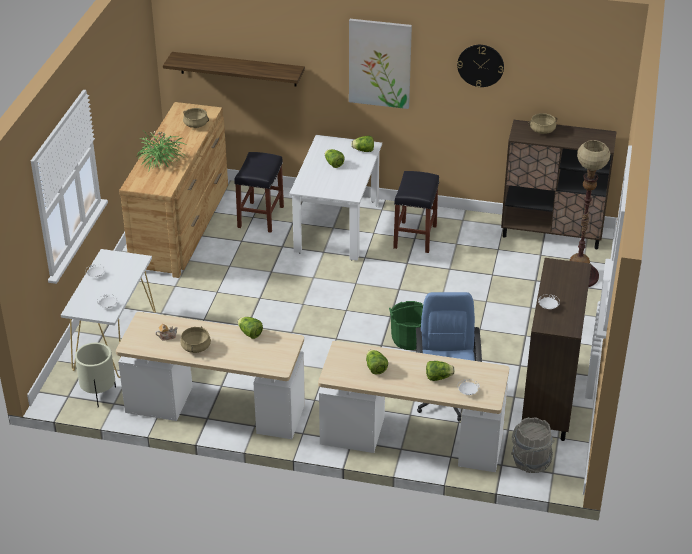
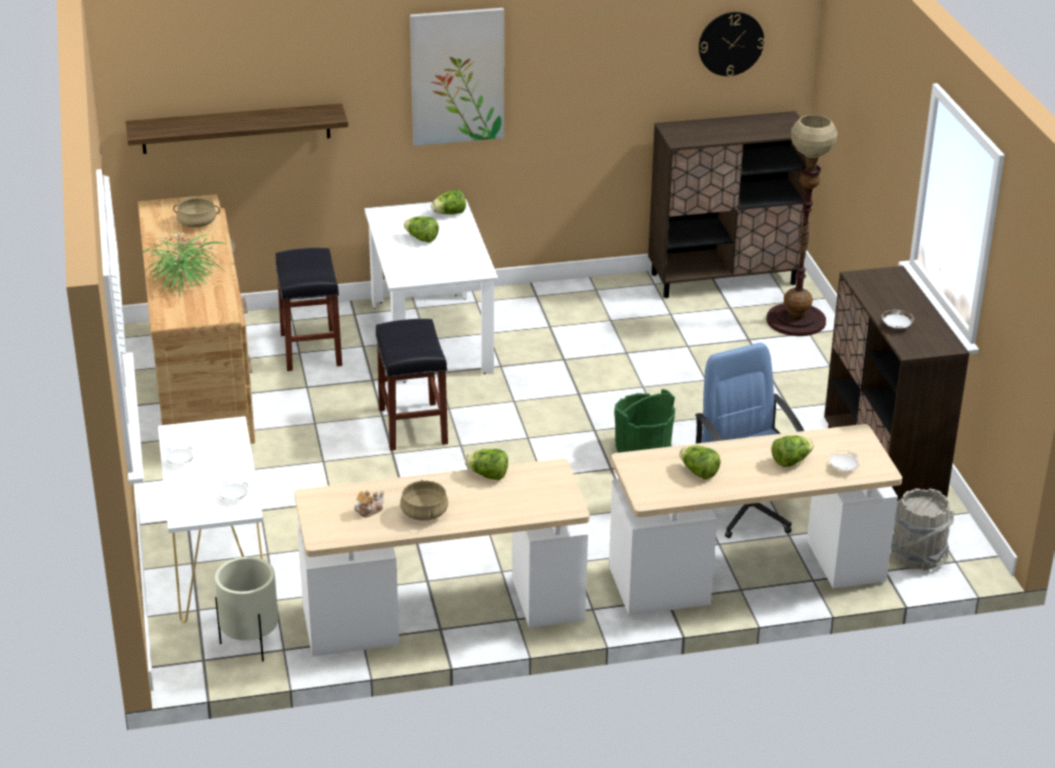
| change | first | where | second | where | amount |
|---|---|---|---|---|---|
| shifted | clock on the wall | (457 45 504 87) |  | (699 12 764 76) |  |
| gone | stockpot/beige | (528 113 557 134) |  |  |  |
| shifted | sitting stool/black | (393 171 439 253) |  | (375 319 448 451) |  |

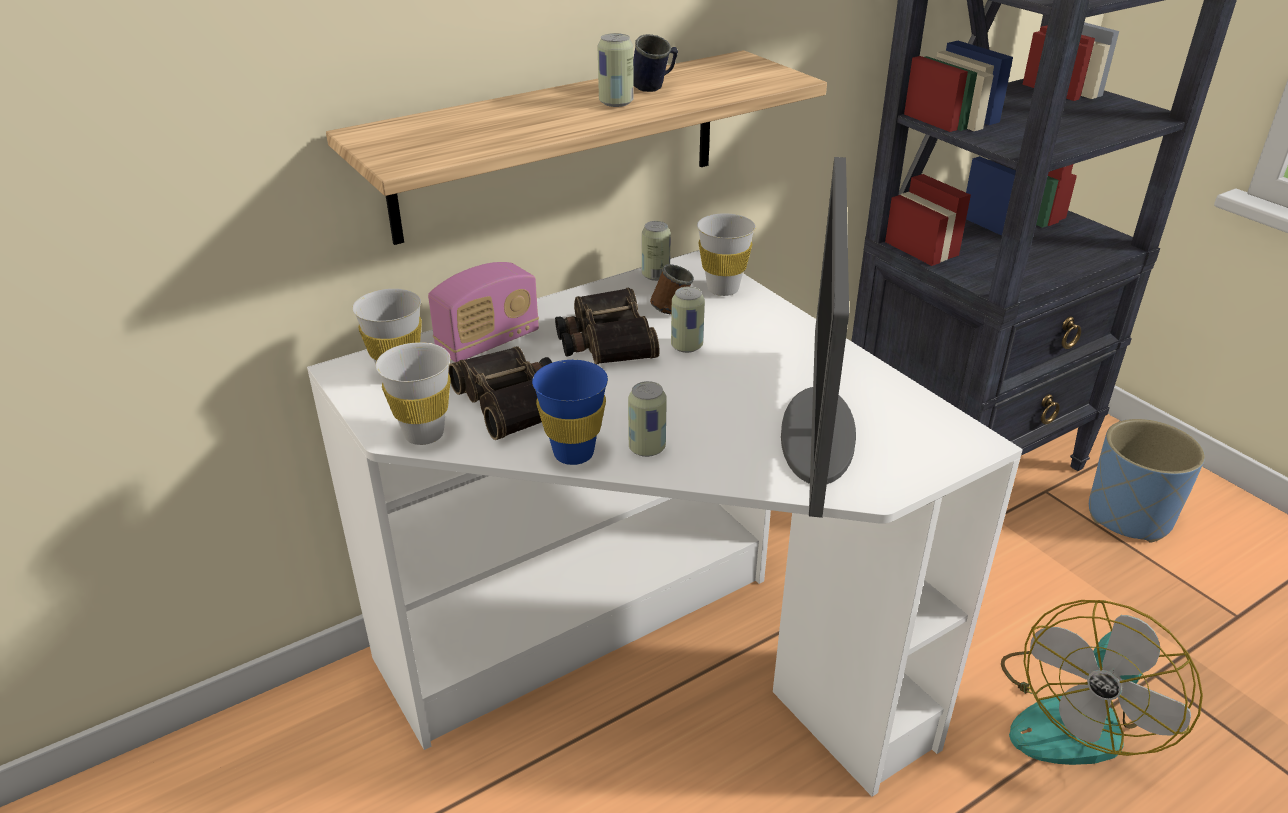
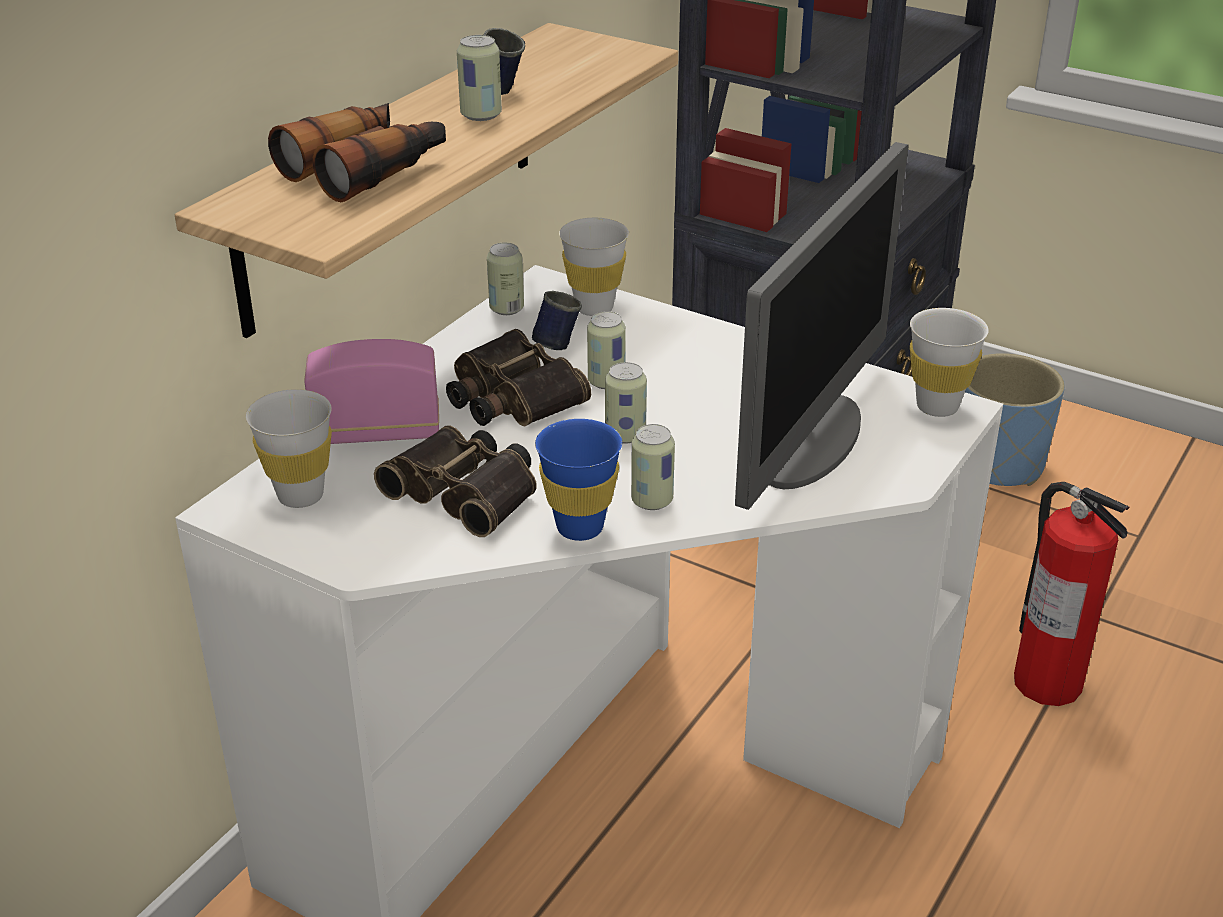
| change | first | where | second | where | amount |
|---|---|---|---|---|---|
| rotated | computer display | (781 157 856 518) |  | (735 142 908 510) | 135 degrees counterclockwise |
| rotated | radio | (428 262 539 362) |  | (304 339 439 444) | 120 degrees counterclockwise |
| repainted | tea mug/brownish | (650 264 694 314) | tea mug/blue | (532 291 582 350) |  |
| shifted | drinking cup/white-coloured | (376 342 451 445) |  | (910 308 989 417) |  |
| swapped | fan | (1001 600 1203 765) | fire-fighting cylinder | (1014 482 1129 706) |  |
| new |  |  | binoculars | (268 103 446 202) |  |
| new |  |  | sealed can | (605 362 647 444) |  |

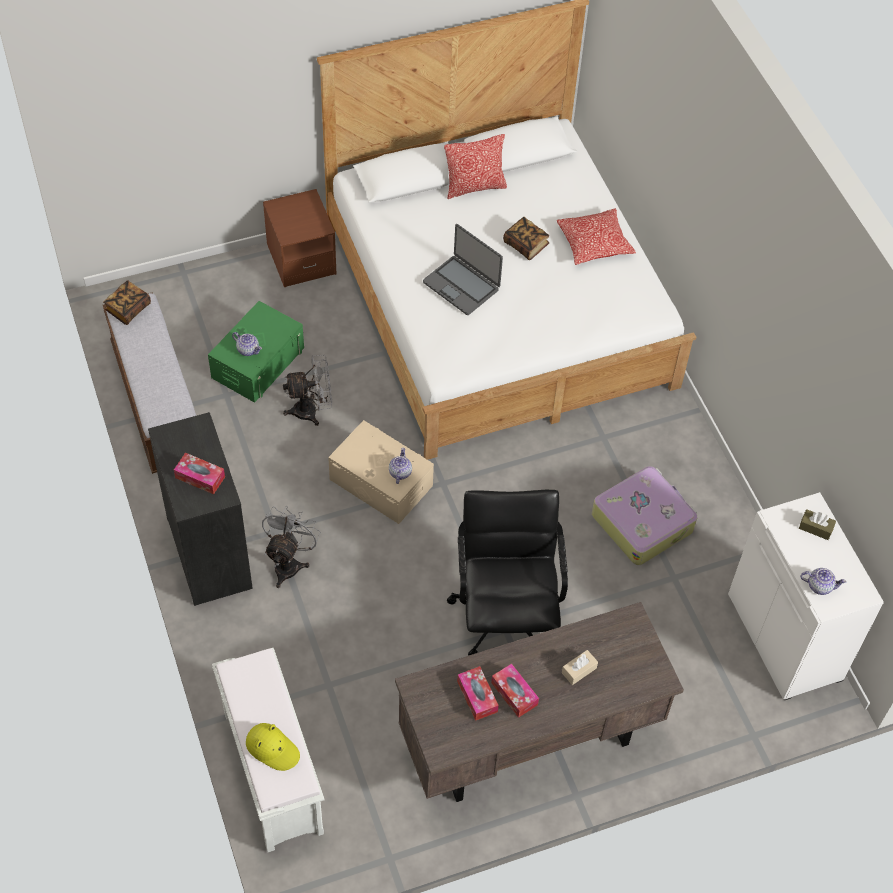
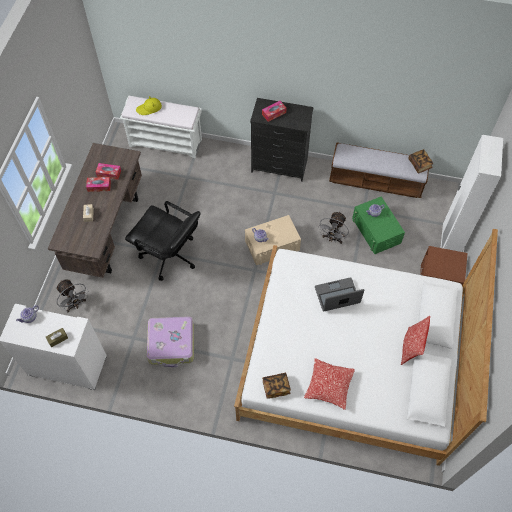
| change | first | where | second | where | amount |
|---|---|---|---|---|---|
| shifted | book | (503 217 549 260) |  | (262 373 291 399) |  |
| shifted | fan/grey | (262 506 321 588) |  | (56 279 88 312) |  |
| new |  |  | clothes cupboard/white-coloured | (440 135 503 252) |  |

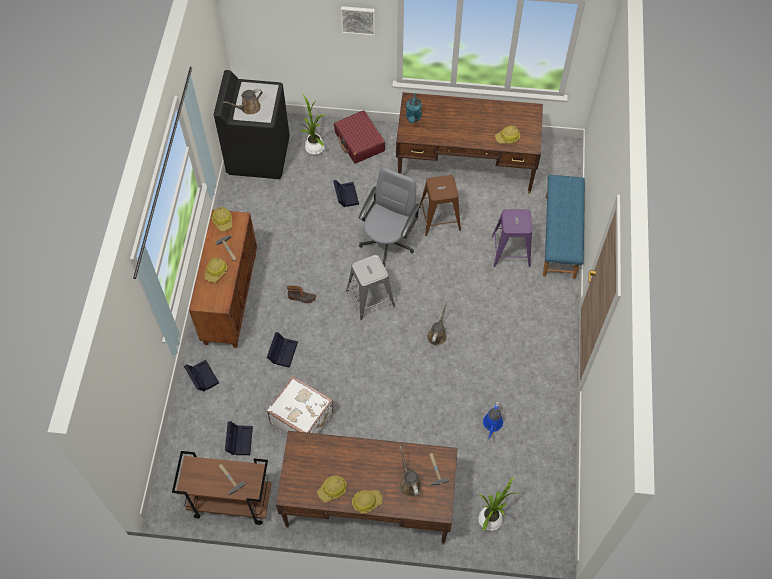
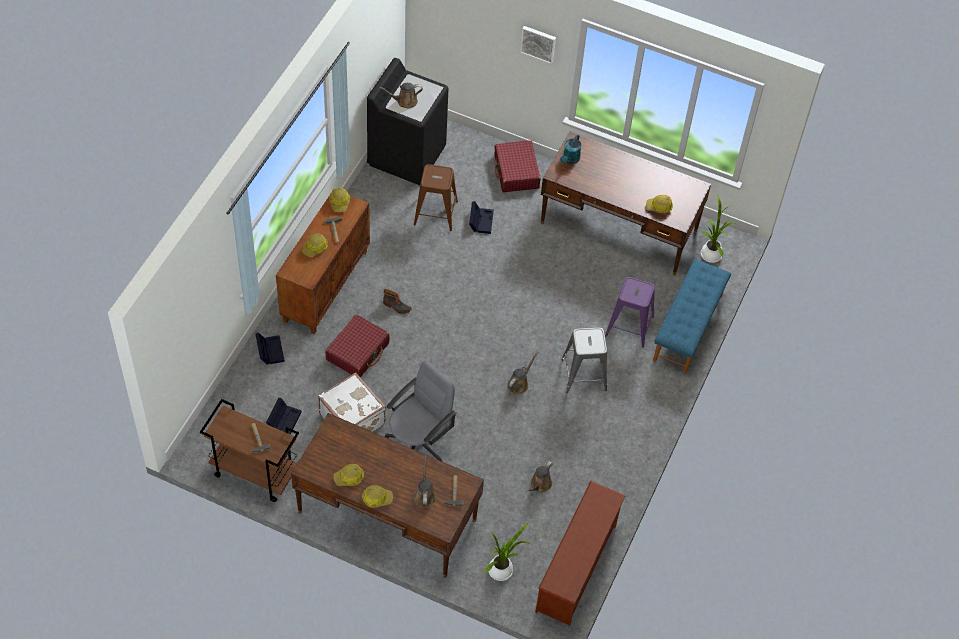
| change | first | where | second | where | amount |
|---|---|---|---|---|---|
| shifted | houseplant | (301 93 325 154) |  | (701 196 736 263) |  |
| shifted | computer chair/grey | (358 168 420 266) |  | (385 361 457 461) |  |
| shifted | sitting stool/brownish | (419 175 461 236) |  | (414 164 458 231) |  |
| shifted | sitting stool/grey | (346 255 395 320) |  | (561 328 607 393) |  |
| swapped | storage container/black | (267 332 298 368) | suitcase/red | (325 314 389 377) |  |
| repainted | watering can/blue | (483 401 503 440) | watering can/brownish | (526 461 553 493) |  |
| new |  |  | shoe stand/brownish | (535 481 626 625) |  |

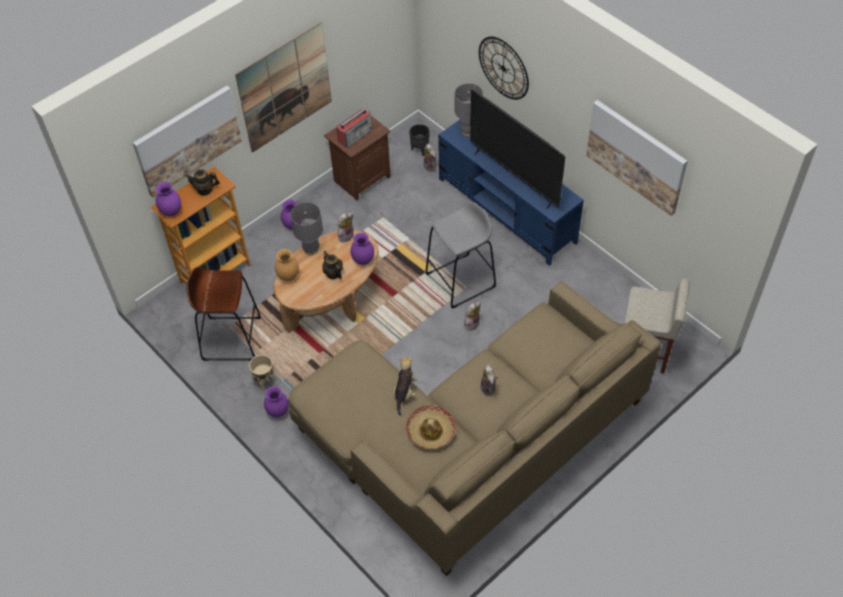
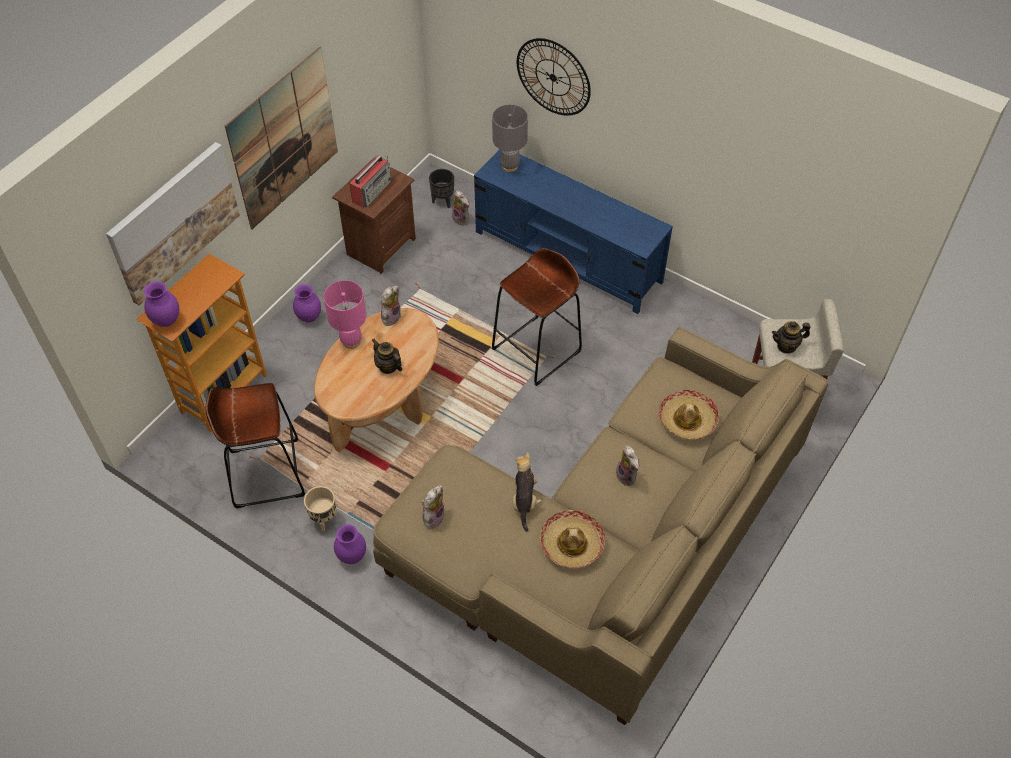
| change | first | where | second | where | amount |
|---|---|---|---|---|---|
| gone | television | (470 89 565 209) |  |  |  |
| gone | picture | (586 100 688 216) |  |  |  |
| shifted | teapot | (185 169 220 195) |  | (772 321 810 354) |  |
| repainted | table lamp/grey | (290 202 323 255) | table lamp/pink | (324 280 366 349) |  |
| repainted | sitting stool/grey | (425 202 496 309) | sitting stool/brownish | (492 248 582 386) |  |
| gone | decorative vase/purplish | (350 233 374 265) |  |  |  |
| gone | decorative vase/brownish | (275 249 299 281) |  |  |  |
| shifted | soft toy | (464 302 481 331) |  | (422 485 445 529) |  |
| new |  |  | hat | (658 390 719 439) |  |

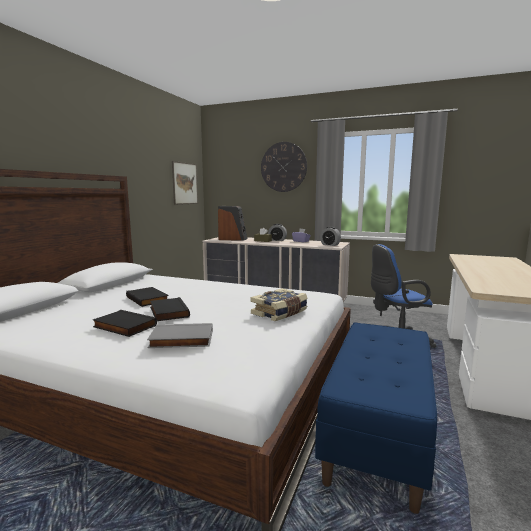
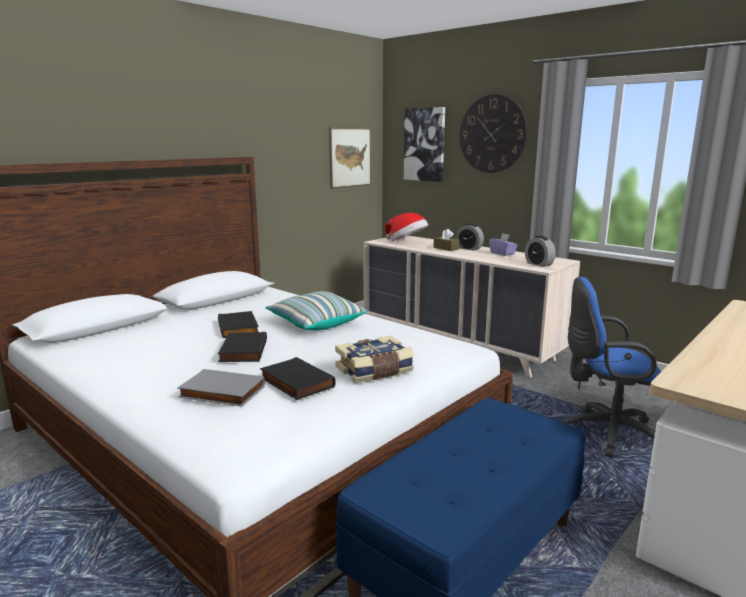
| change | first | where | second | where | amount |
|---|---|---|---|---|---|
| swapped | audio speaker | (218 206 247 241) | hat | (385 213 428 241) |  |
| shifted | book/black | (92 310 157 337) |  | (260 357 335 400) |  |
| new |  |  | picture | (404 107 445 182) |  |
| new |  |  | cushion | (265 291 367 330) |  |

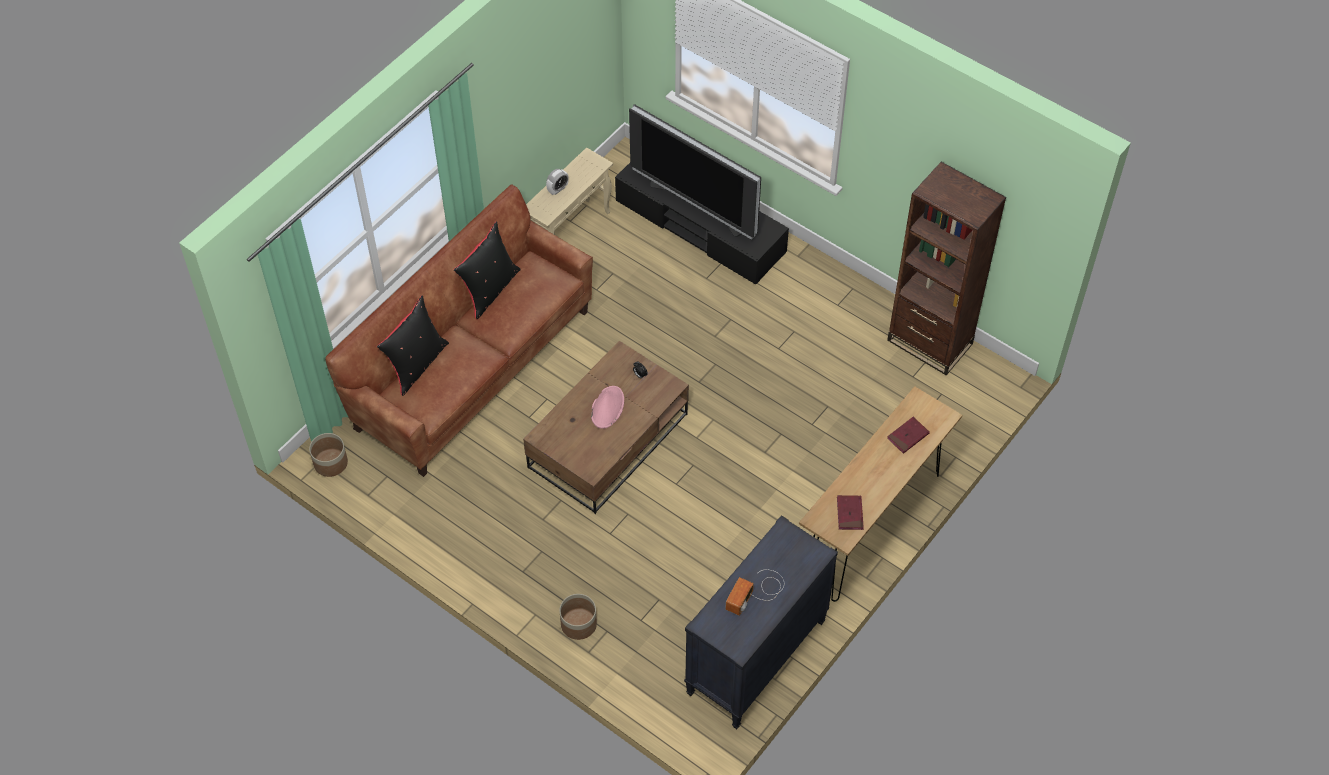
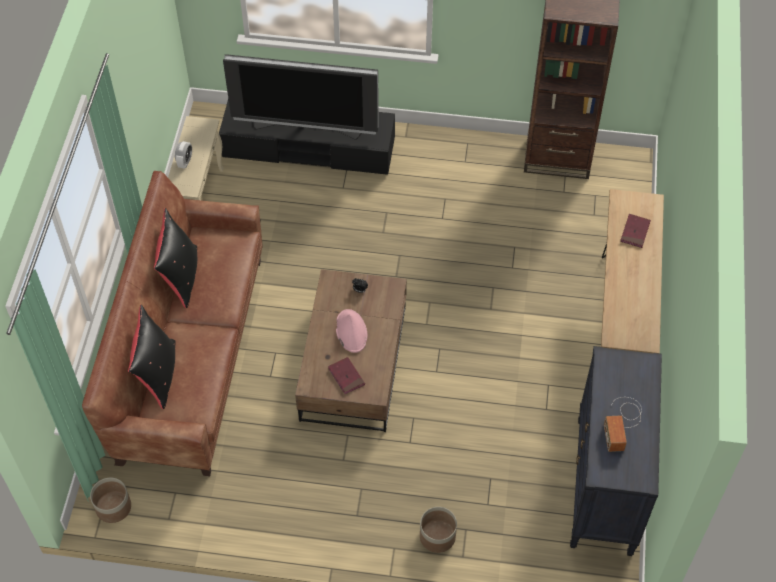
| change | first | where | second | where | amount |
|---|---|---|---|---|---|
| shifted | book/red | (837 495 864 530) |  | (328 357 365 394) |  |

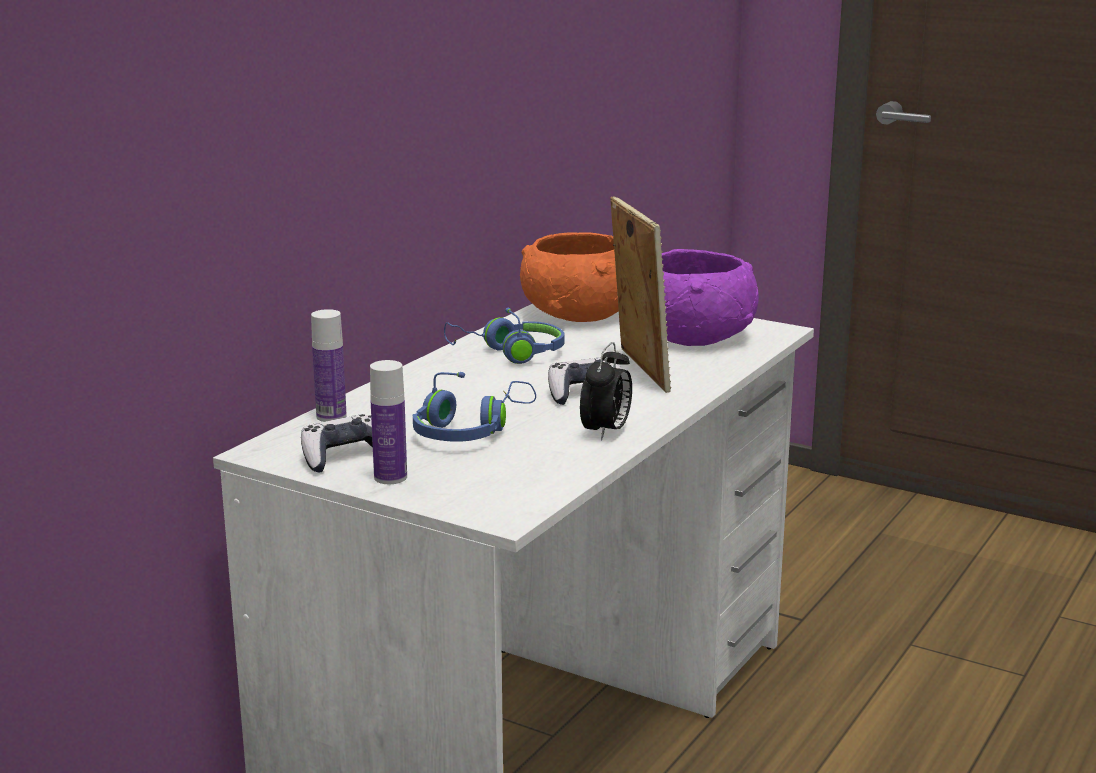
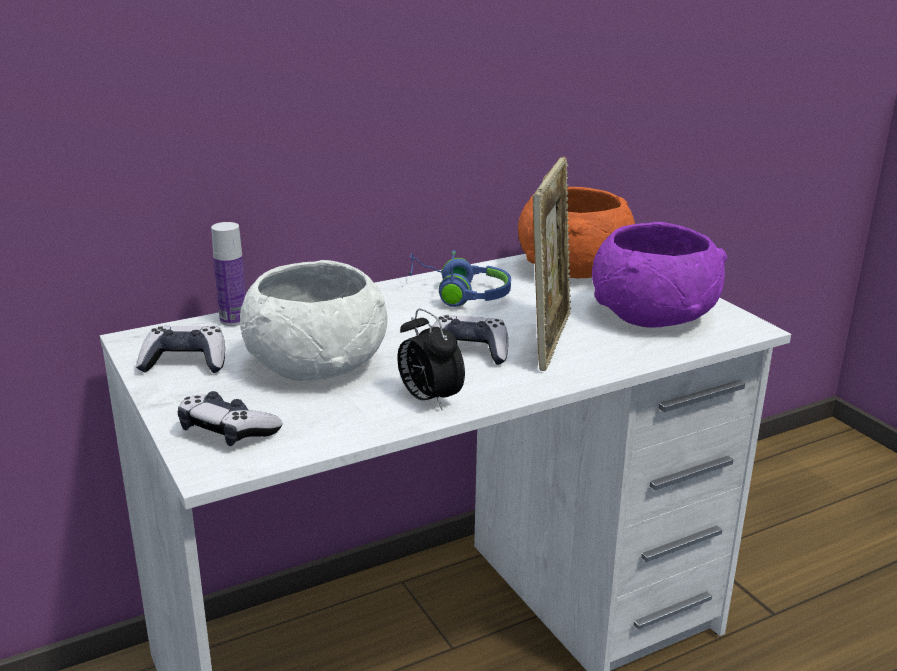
| change | first | where | second | where | amount |
|---|---|---|---|---|---|
| rotated | alarm clock | (580 342 632 441) |  | (397 309 465 410) | 90 degrees clockwise |
| gone | drink bottle | (370 360 407 484) |  |  |  |
| swapped | pair of headphones/blue | (413 372 536 442) | serving bowl/white-coloured | (240 260 387 381) |  |
| new |  |  | game controller | (178 391 282 446) |  |

